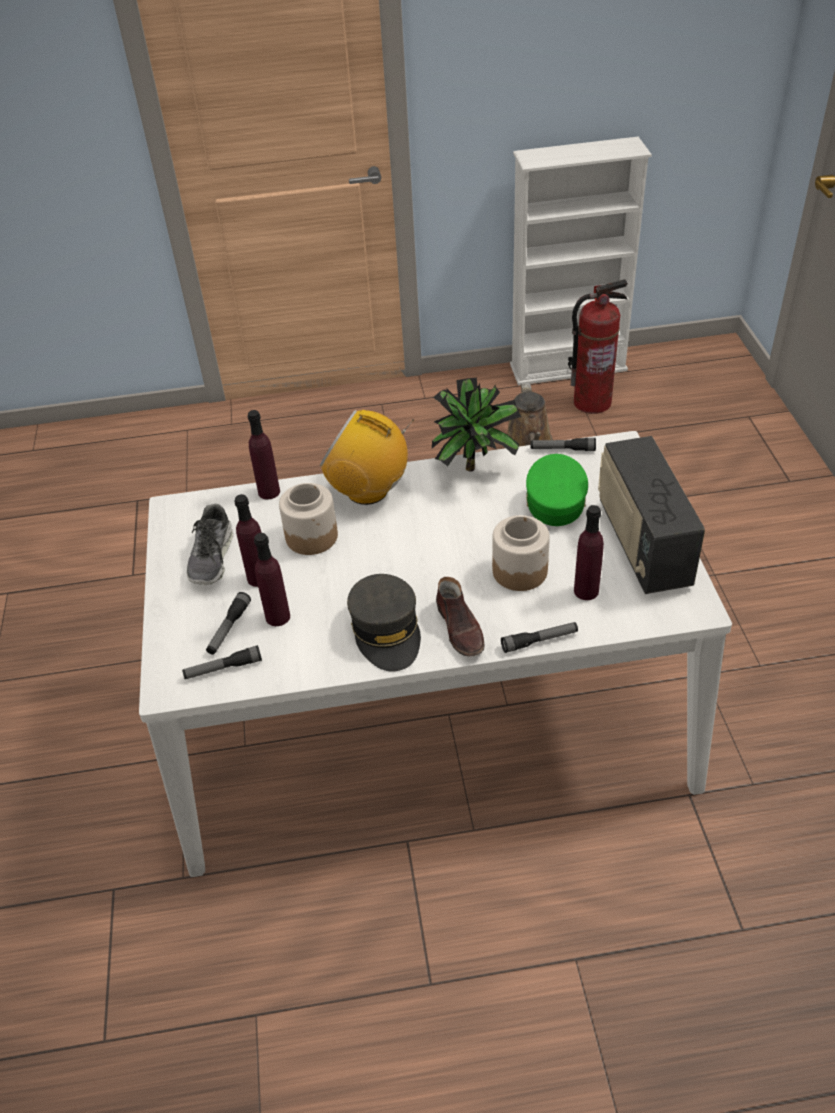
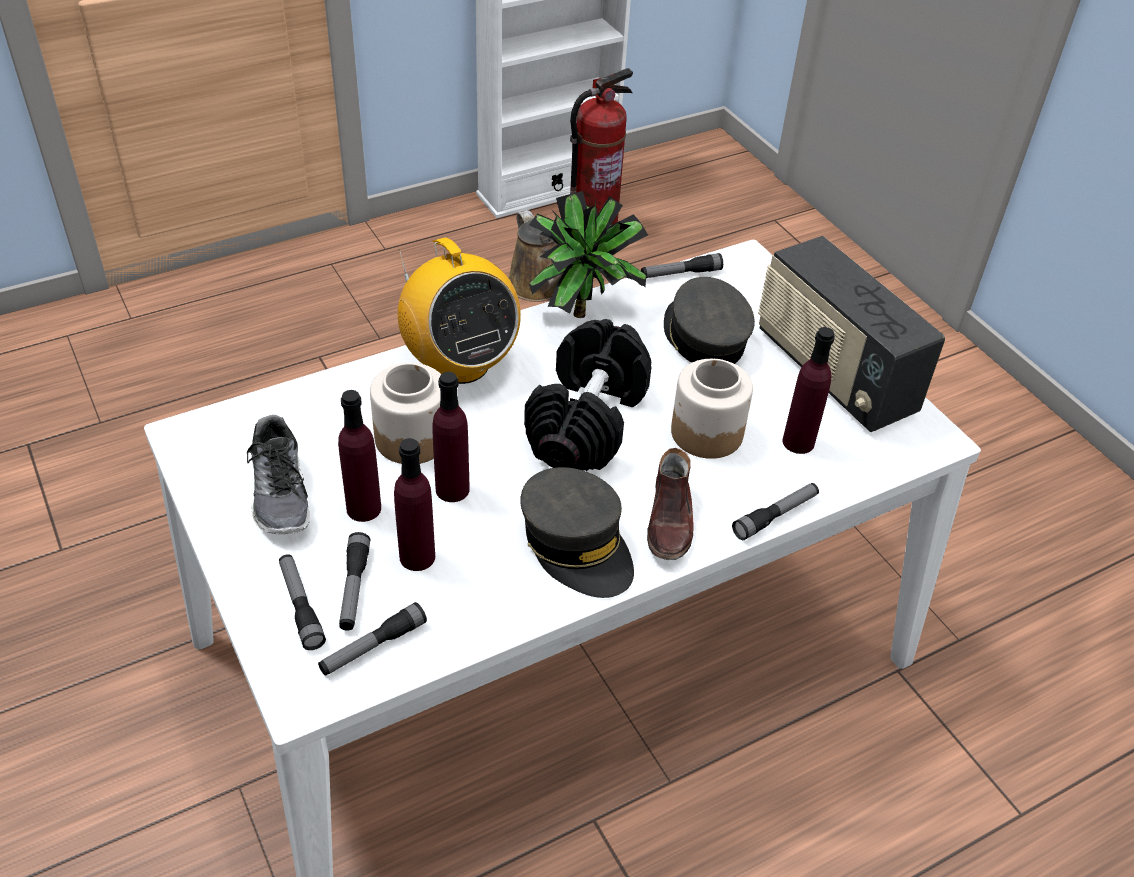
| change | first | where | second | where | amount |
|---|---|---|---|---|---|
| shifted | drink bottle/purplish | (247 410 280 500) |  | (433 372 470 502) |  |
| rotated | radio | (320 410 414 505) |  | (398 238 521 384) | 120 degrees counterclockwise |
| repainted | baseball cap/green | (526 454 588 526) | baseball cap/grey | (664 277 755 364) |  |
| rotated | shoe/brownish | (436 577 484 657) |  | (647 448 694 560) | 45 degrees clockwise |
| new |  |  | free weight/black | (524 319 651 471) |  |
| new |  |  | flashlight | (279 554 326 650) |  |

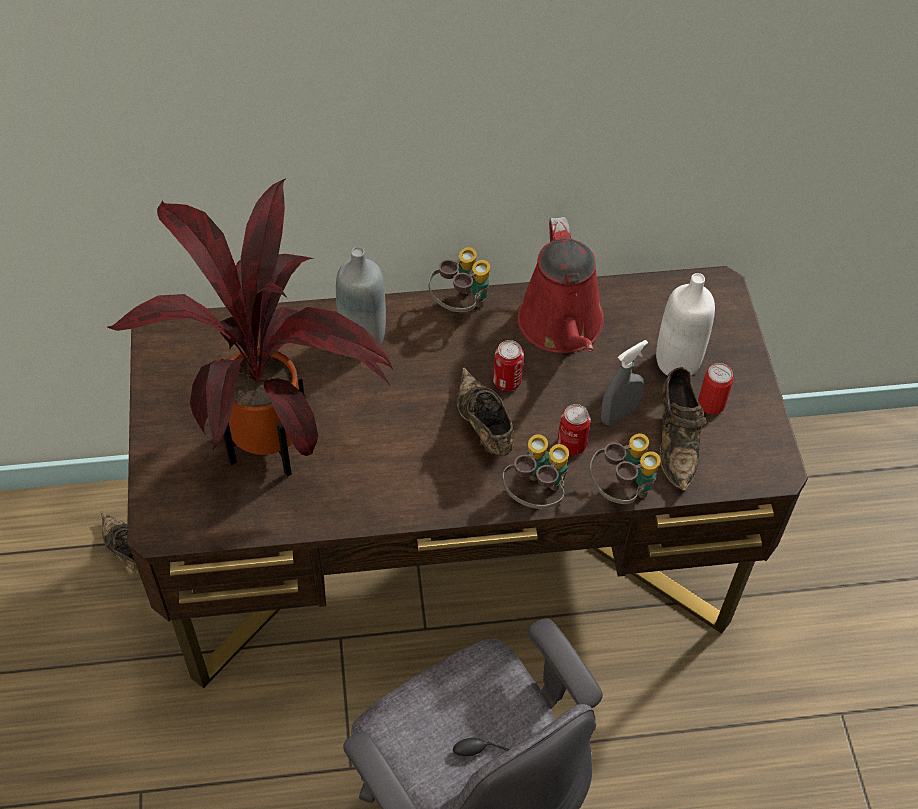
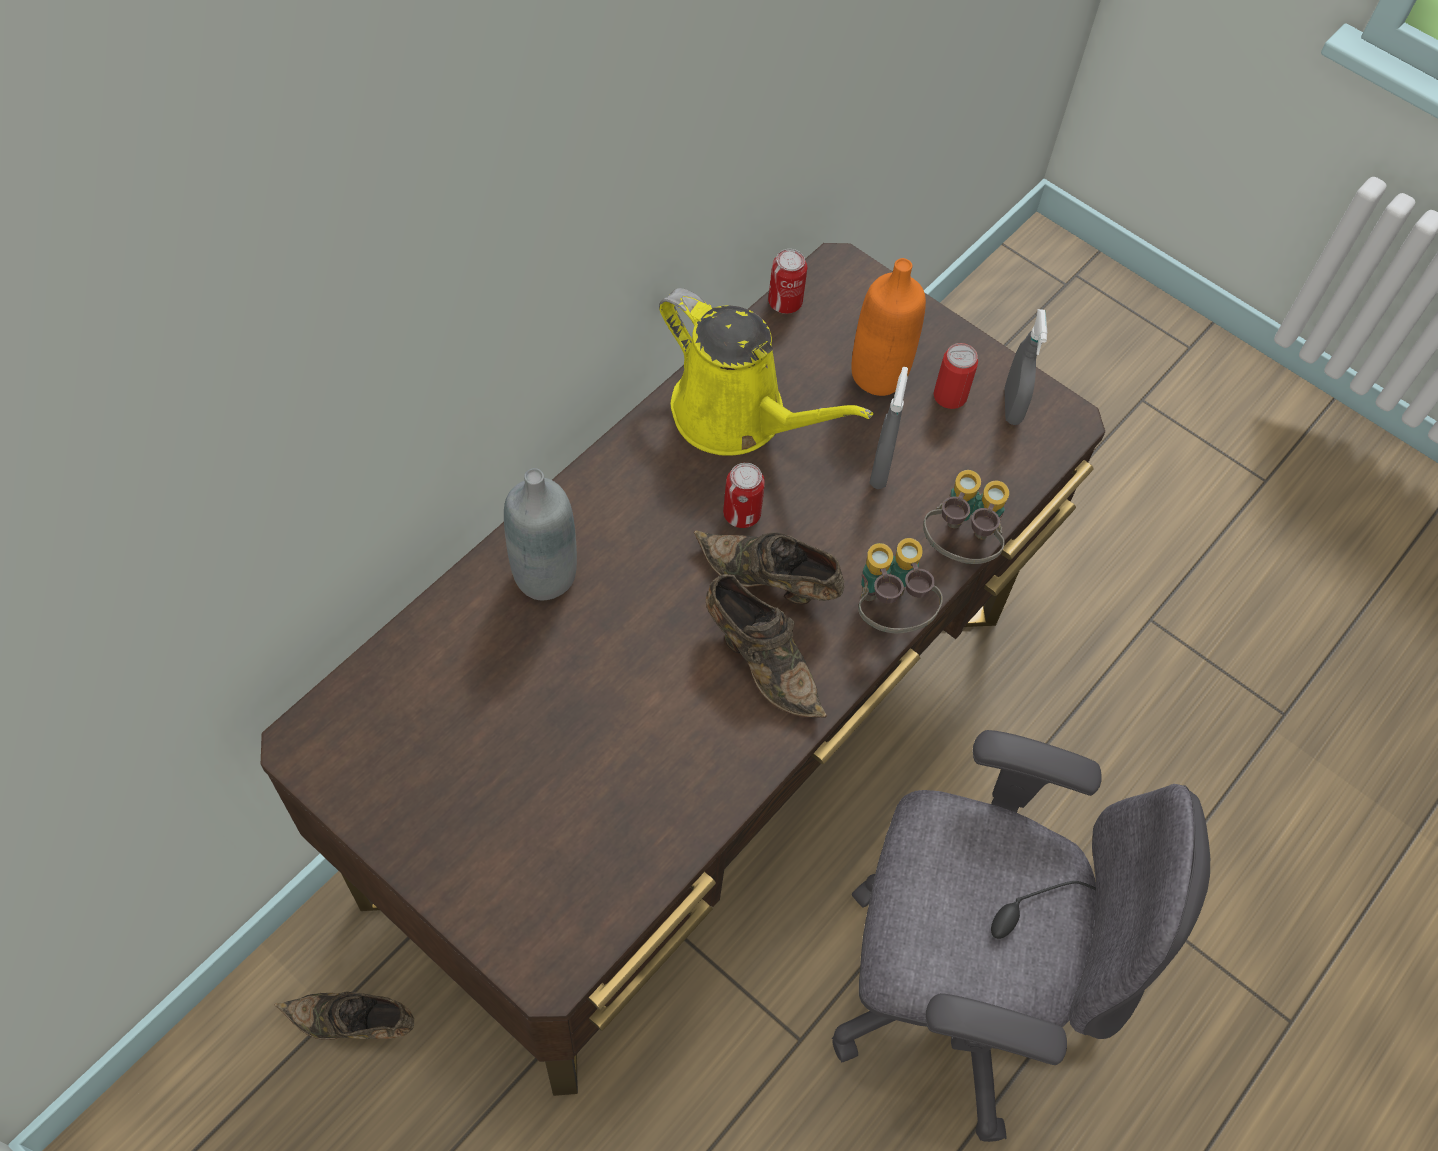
| change | first | where | second | where | amount |
|---|---|---|---|---|---|
| gone | houseplant | (107 178 393 477) |  |  |  |
| repainted | watering can/red | (518 217 604 353) | watering can/yellow-coloured | (659 288 873 456) |  |
| gone | binoculars | (429 247 490 312) |  |  |  |
| repainted | drink bottle/white-coloured | (656 273 715 375) | drink bottle/orange | (851 258 926 396) |  |
| shifted | shoe/brownish | (659 367 707 491) |  | (706 574 827 717) |  |
| shifted | sealed can | (557 404 591 455) |  | (768 249 807 314) |  |
| new |  |  | spray bottle/grey | (1004 309 1047 425) |  |

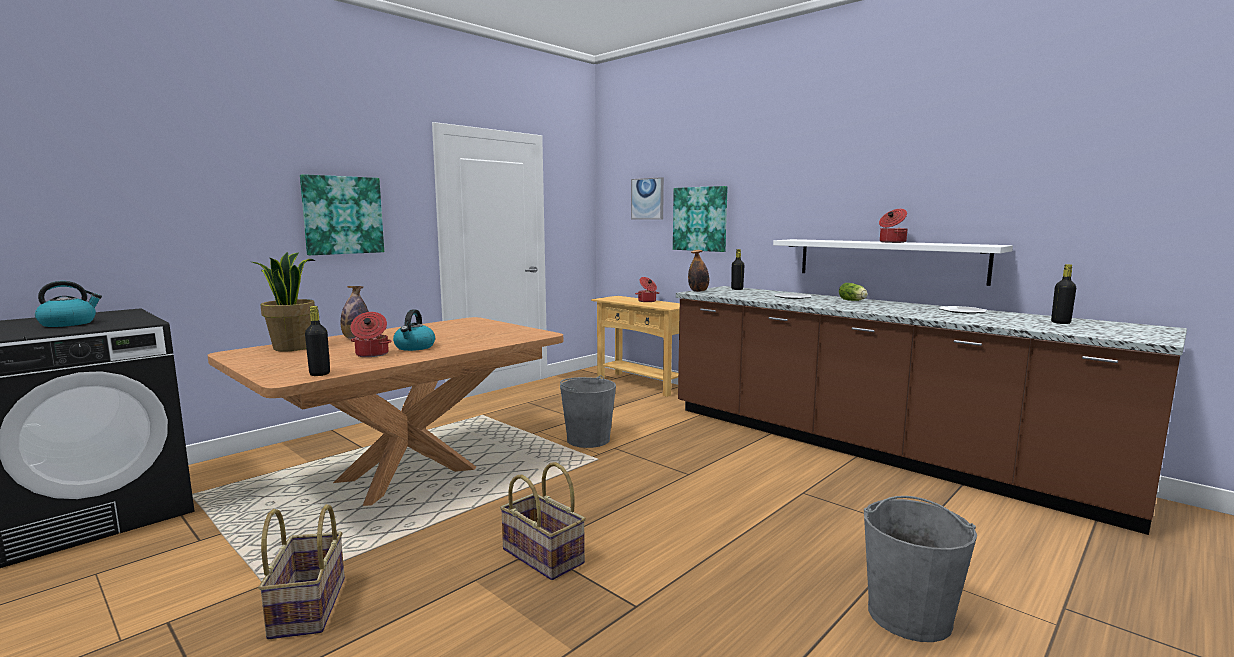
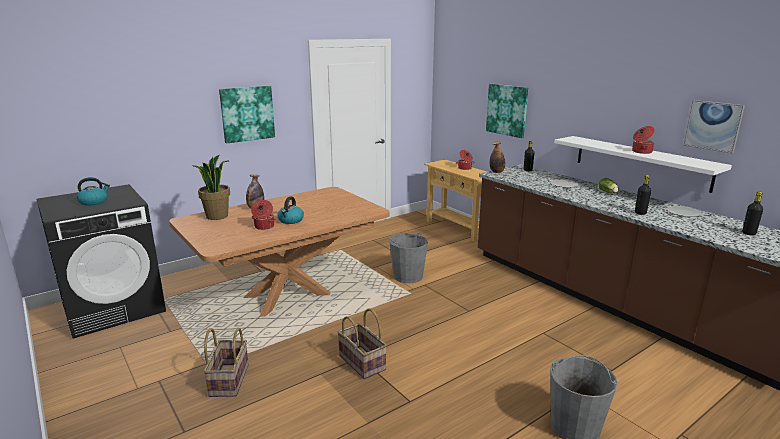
| change | first | where | second | where | amount |
|---|---|---|---|---|---|
| shifted | picture | (631 177 664 220) |  | (684 100 745 154) |  |
| shifted | drink bottle/black | (305 306 330 376) |  | (635 175 651 215) |  |

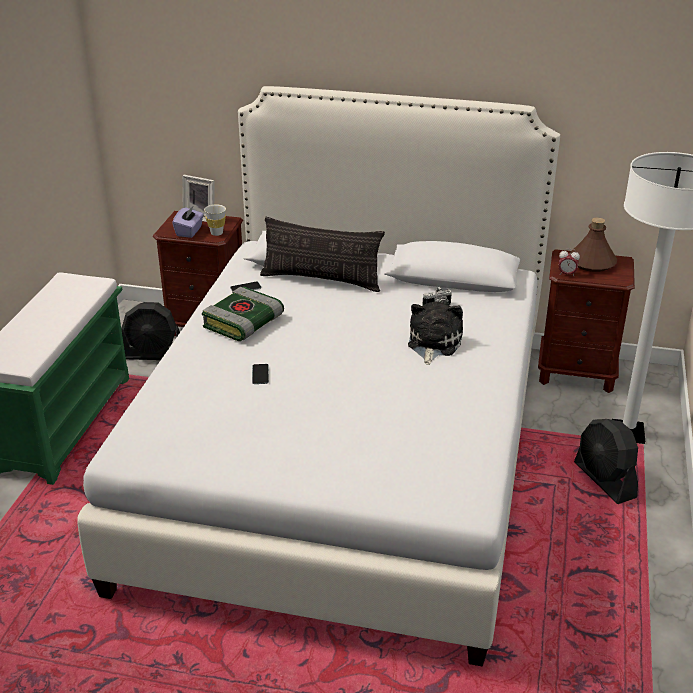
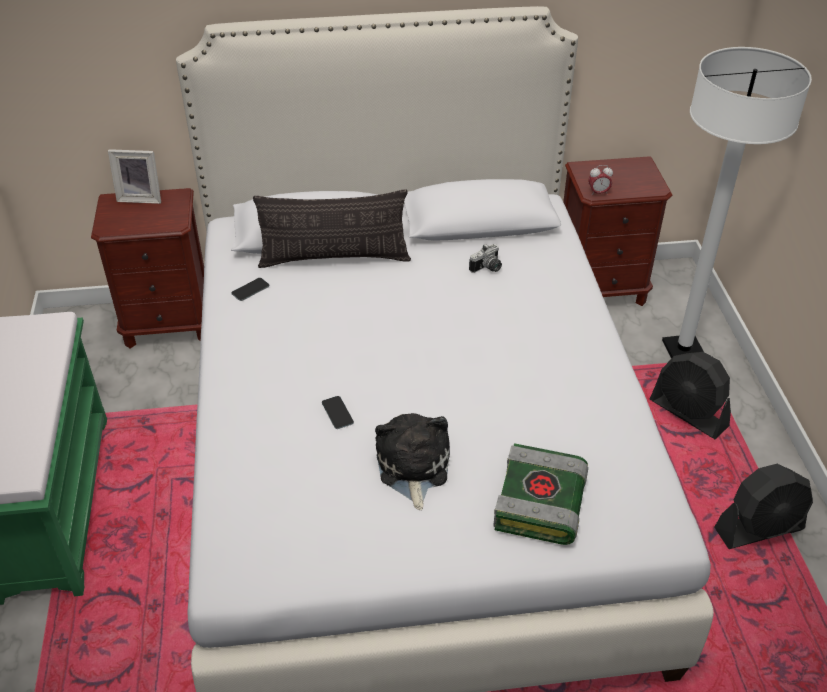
| change | first | where | second | where | amount |
|---|---|---|---|---|---|
| gone | tissue holder/purplish | (172 205 204 238) |  |  |  |
| gone | drinking cup/white-coloured | (204 205 226 236) |  |  |  |
| gone | drink bottle/brownish | (570 218 617 272) |  |  |  |
| shifted | book | (202 286 284 341) |  | (493 443 588 545) |  |
| shifted | fan/black | (121 302 180 360) |  | (714 464 813 549) |  |
| shifted | soft toy | (408 302 463 365) |  | (375 413 450 510) |  |

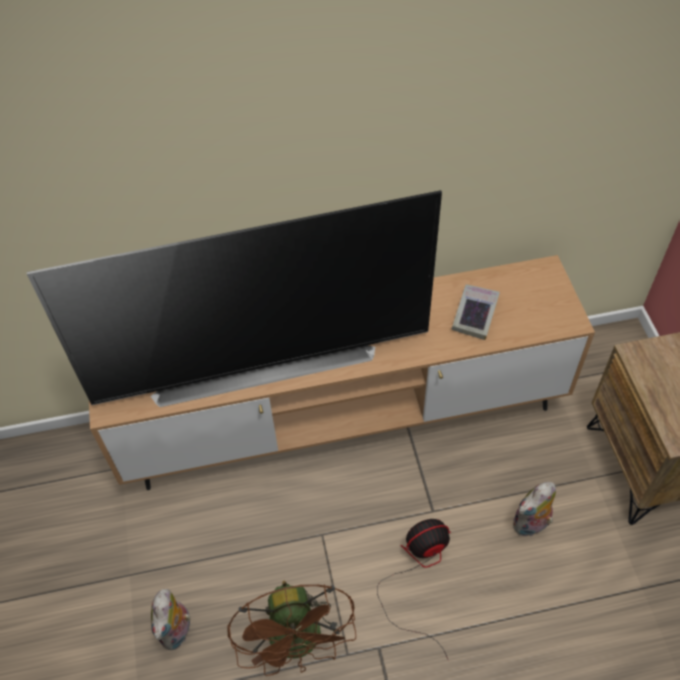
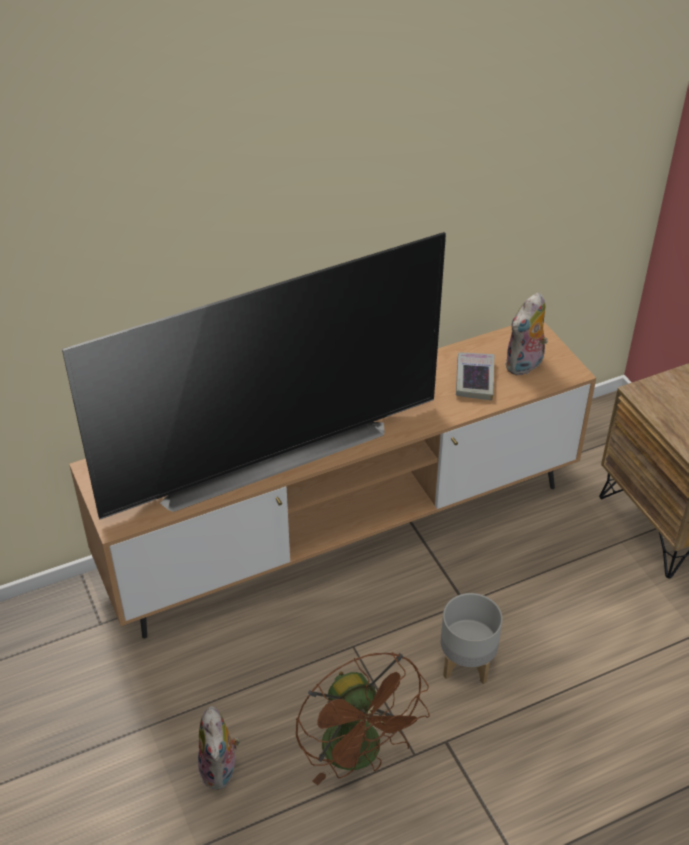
| change | first | where | second | where | amount |
|---|---|---|---|---|---|
| shifted | soft toy | (513 482 556 537) |  | (505 293 548 376) |  |
| swapped | fan | (377 519 451 659) | flower pot/grey | (441 593 503 684) |  |

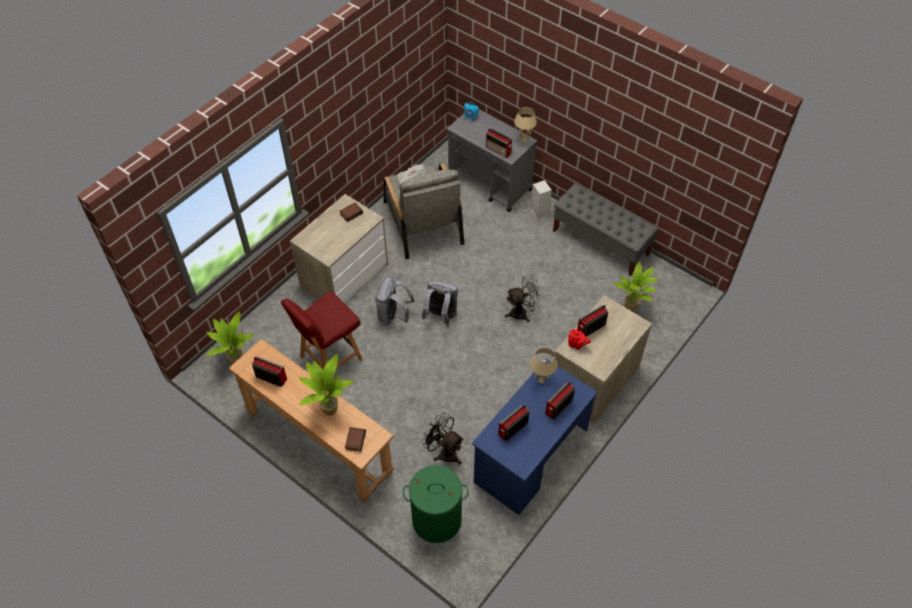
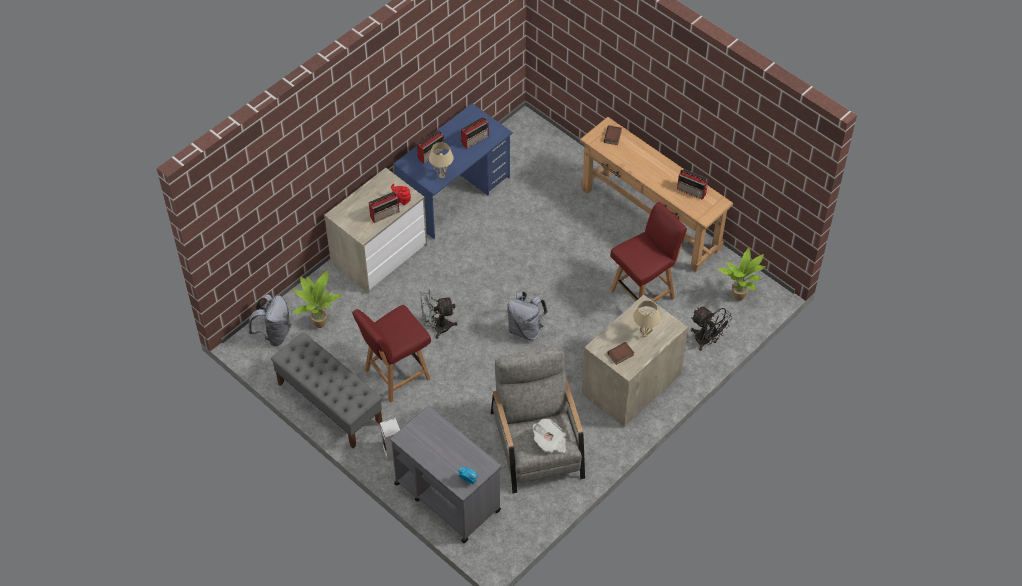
| change | first | where | second | where | amount |
|---|---|---|---|---|---|
| shifted | table lamp/beige | (514 107 537 142) |  | (634 301 660 337) |  |
| gone | radio | (486 128 512 158) |  |  |  |
| shifted | knapsack/grey | (375 277 414 325) |  | (249 294 291 346) |  |
| gone | houseplant | (299 354 354 416) |  |  |  |
| shifted | fan/black | (421 412 464 465) |  | (691 307 732 351) |  |
| gone | laundry basket/green | (403 465 469 543) |  |  |  |
| new |  |  | plain chair/red | (352 305 431 402) |  |

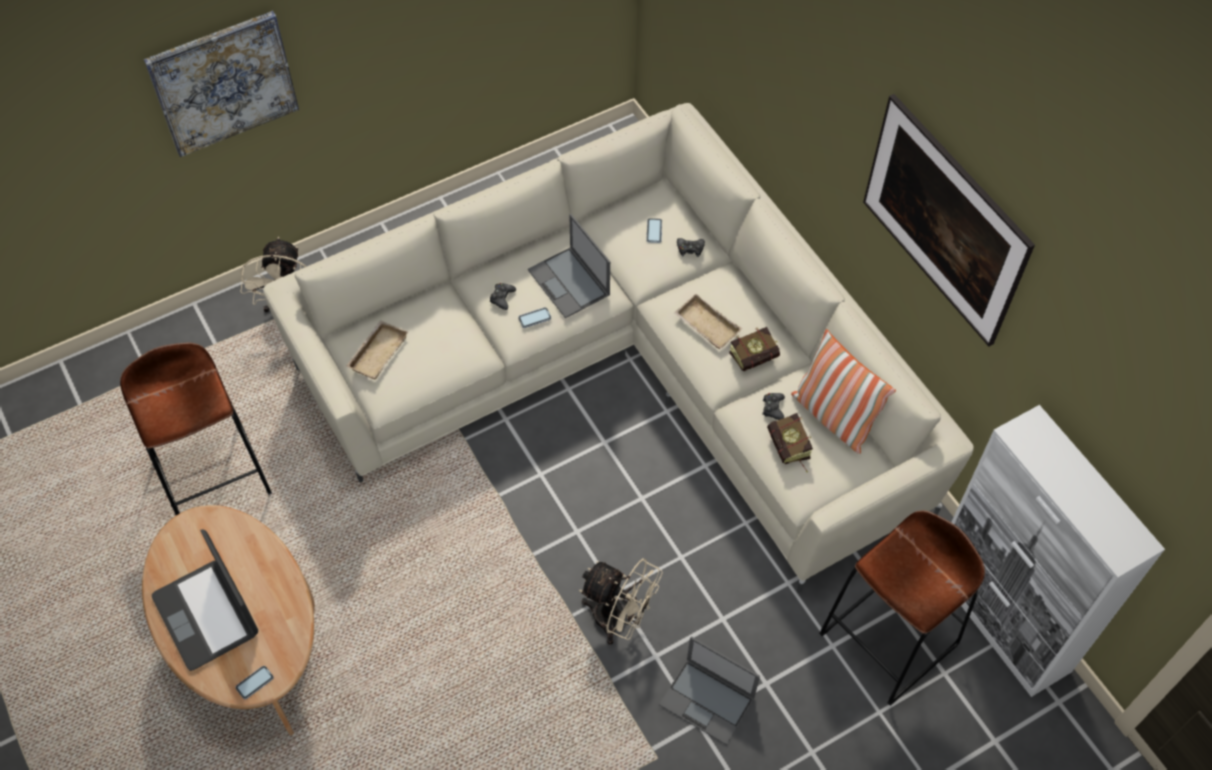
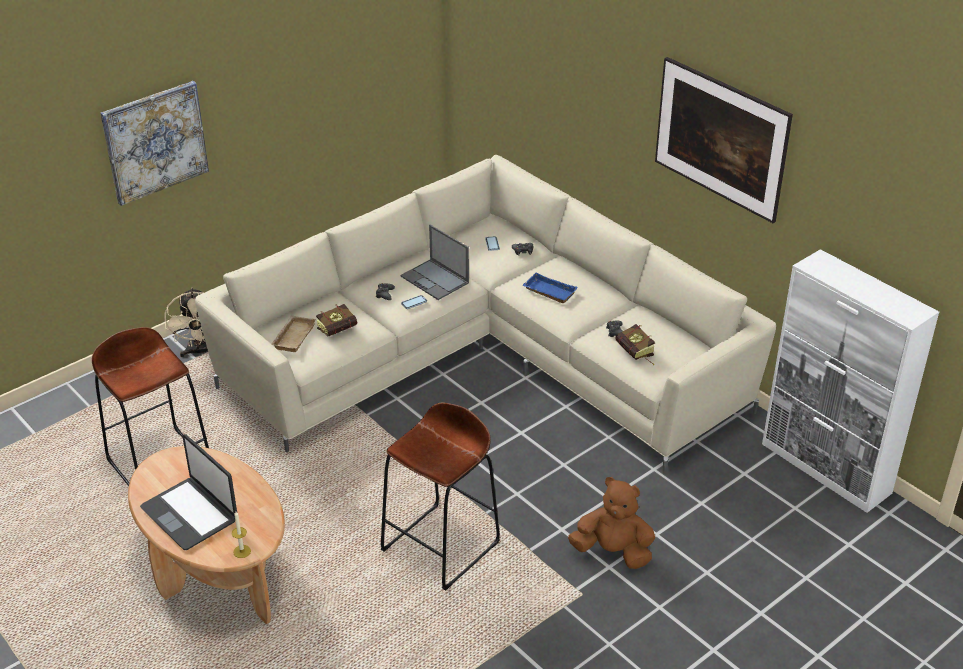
| change | first | where | second | where | amount |
|---|---|---|---|---|---|
| repainted | carrying tray/beige | (674 294 742 349) | carrying tray/blue | (522 273 578 303) |  |
| shifted | book | (729 327 780 371) |  | (316 304 357 336) |  |
| gone | cushion | (791 329 896 454) |  |  |  |
| shifted | sitting stool/brownish | (819 511 985 706) |  | (381 402 500 591) |  |
| gone | fan/beige | (579 558 663 645) |  |  |  |
| swapped | laptop | (659 636 760 745) | soft toy/brownish | (568 477 655 569) |  |
| swapped | handset | (235 666 274 699) | candle | (232 512 251 558) |  |

